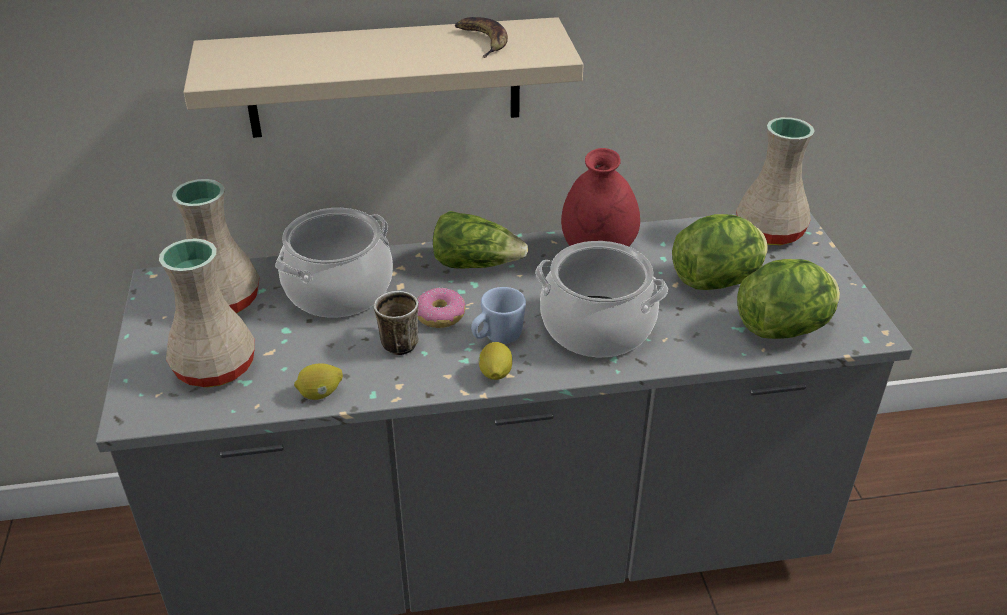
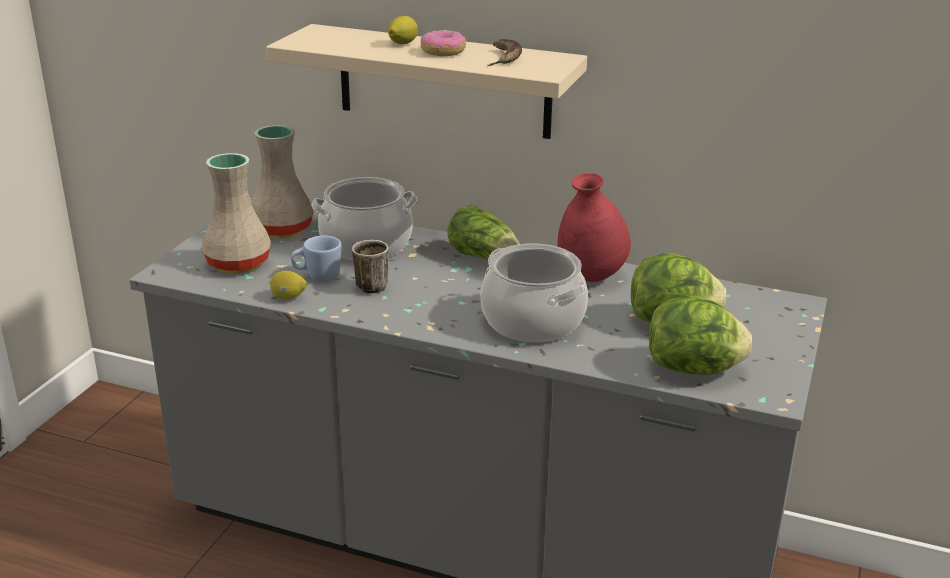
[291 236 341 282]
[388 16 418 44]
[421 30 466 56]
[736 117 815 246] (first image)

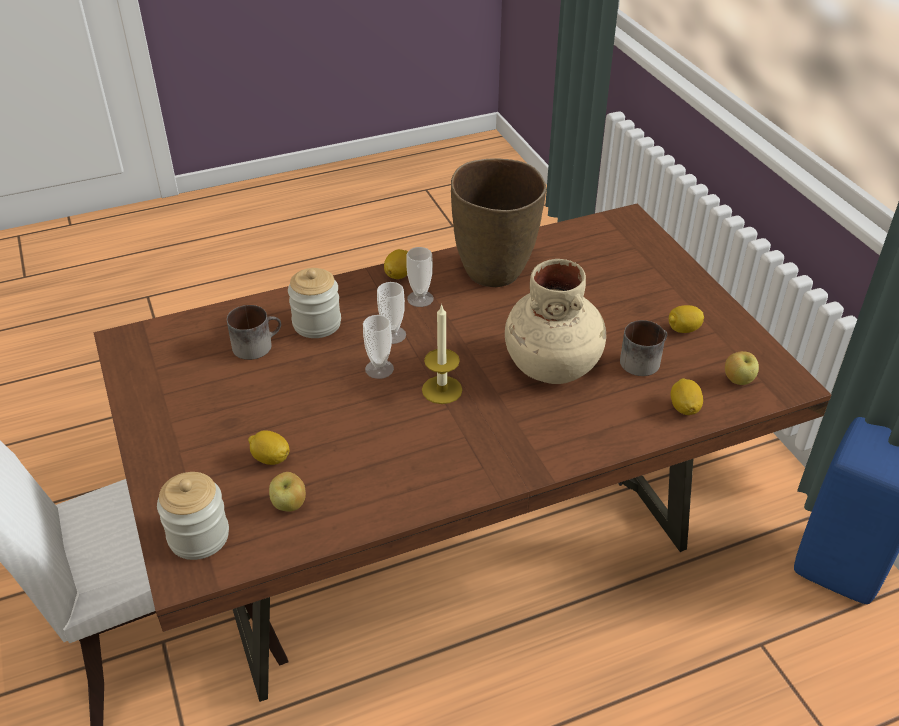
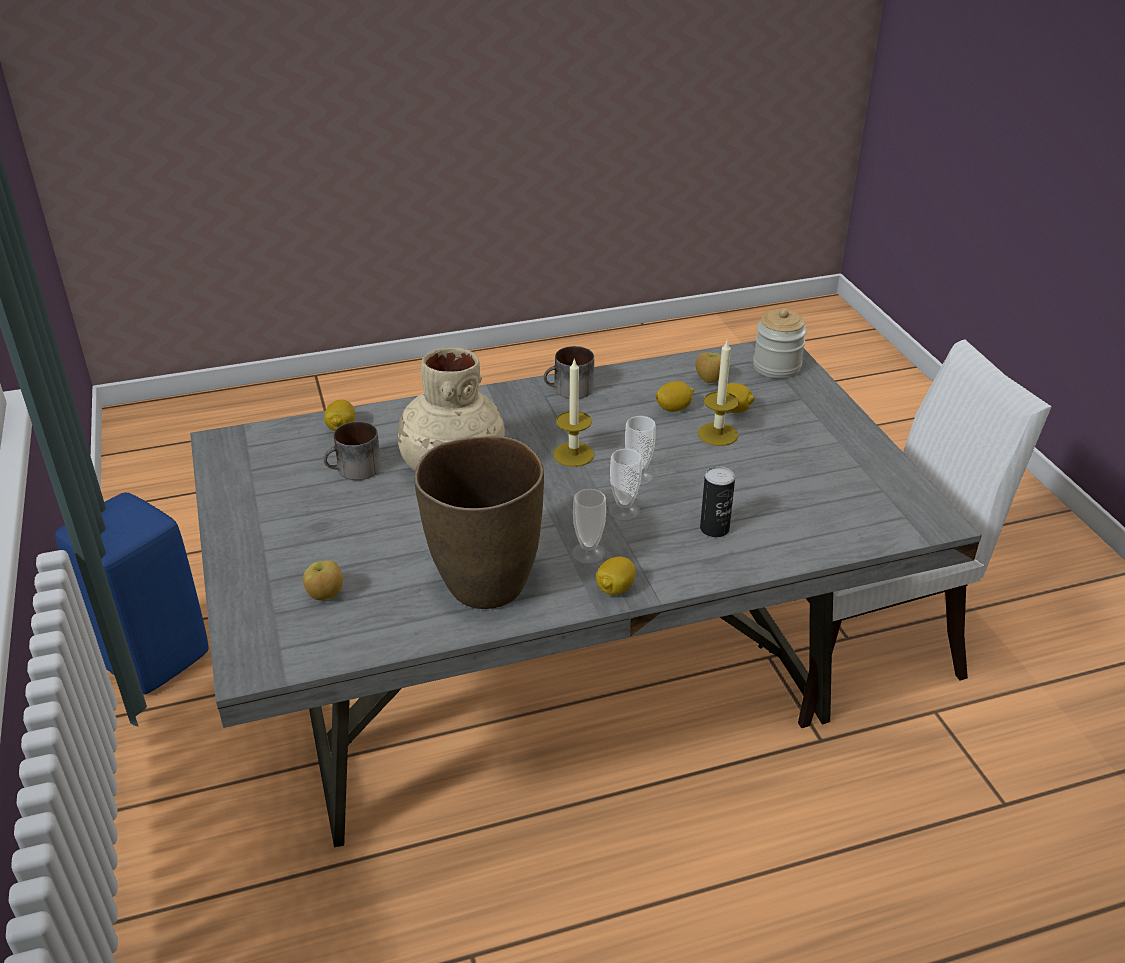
[190 341 982 847]
[303 561 343 600]
[544 346 594 399]
[656 381 694 412]
[698 339 739 446]
[700 466 735 537]

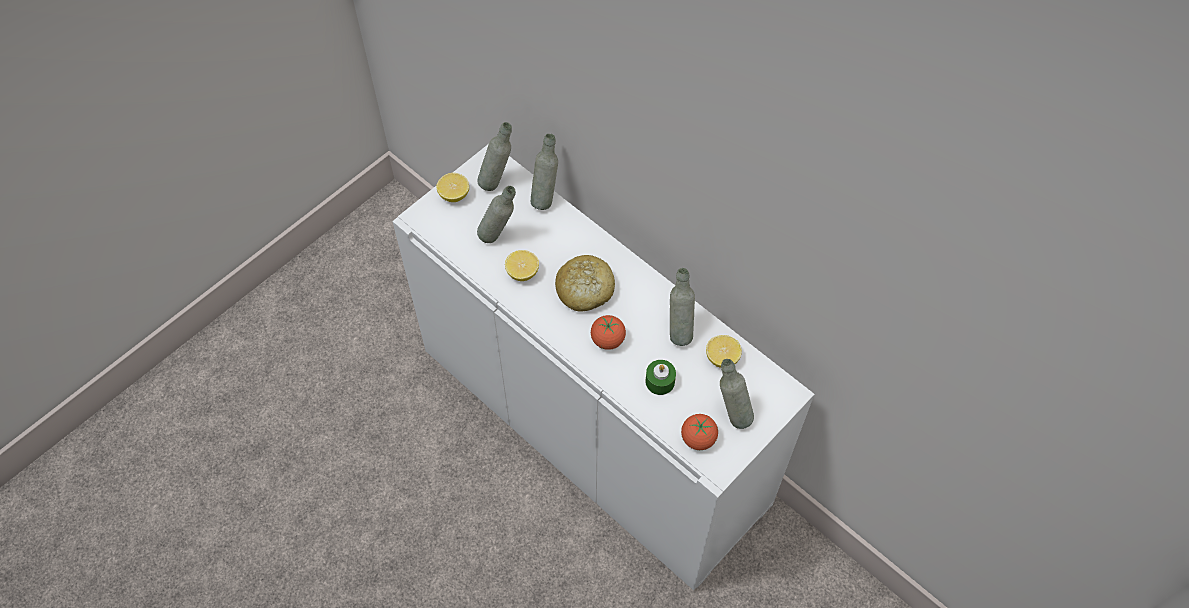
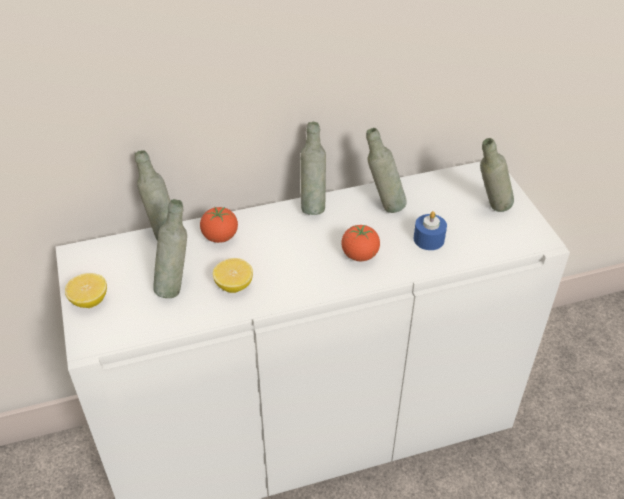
[200 206 238 243]
[300 122 326 215]
[414 211 447 250]
[555 255 615 312] (first image)
[706 335 742 368] (first image)

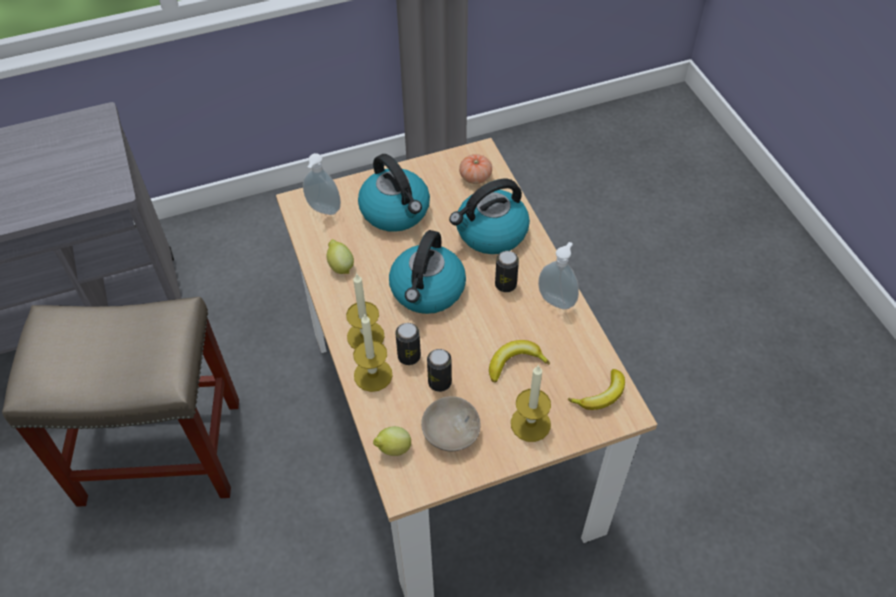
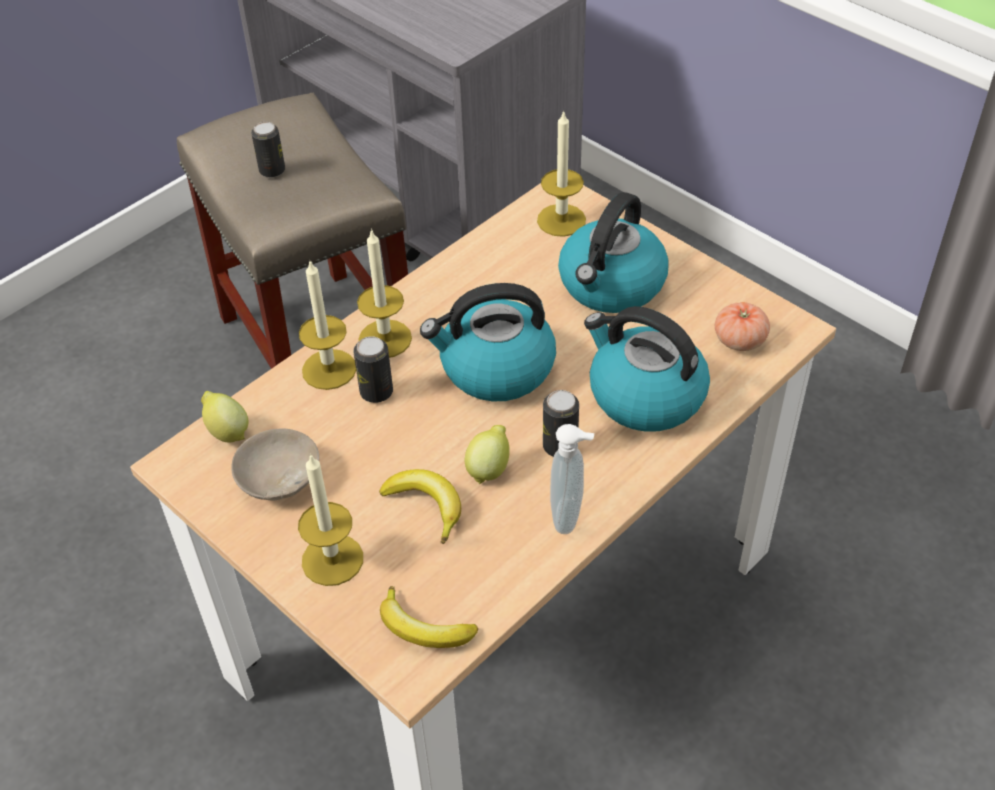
[251 122 285 178]
[464 425 510 484]
[537 110 586 237]

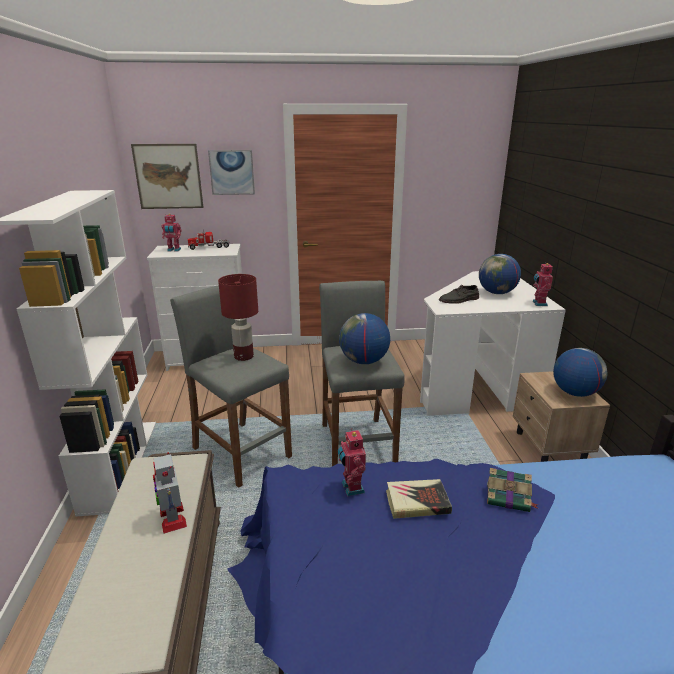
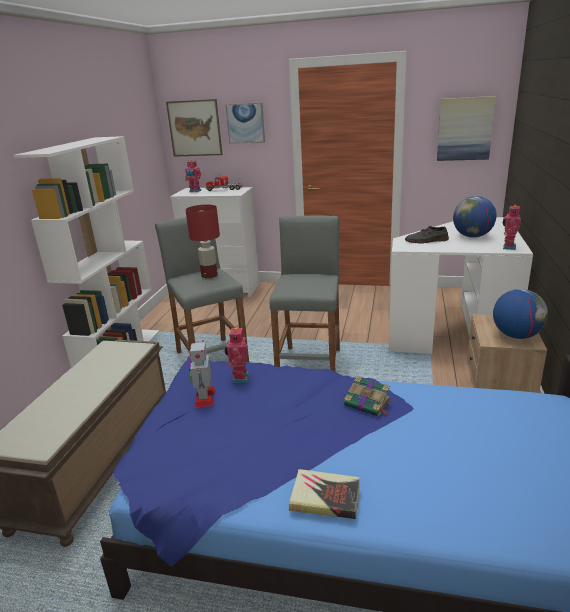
[189 340 215 408]
[289 469 360 519]
[437 96 496 161]
[339 313 390 364] (first image)

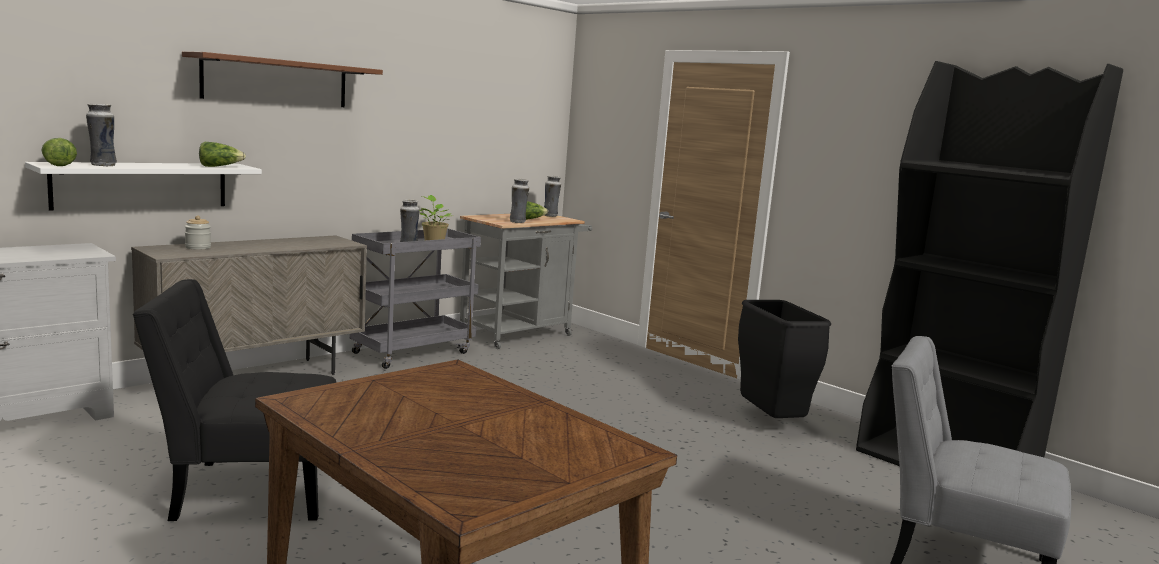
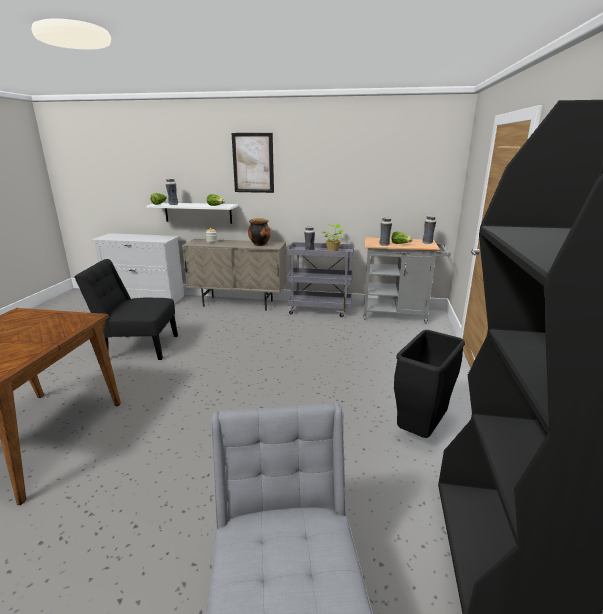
[74 259 178 360]
[232 133 274 193]
[248 218 271 246]

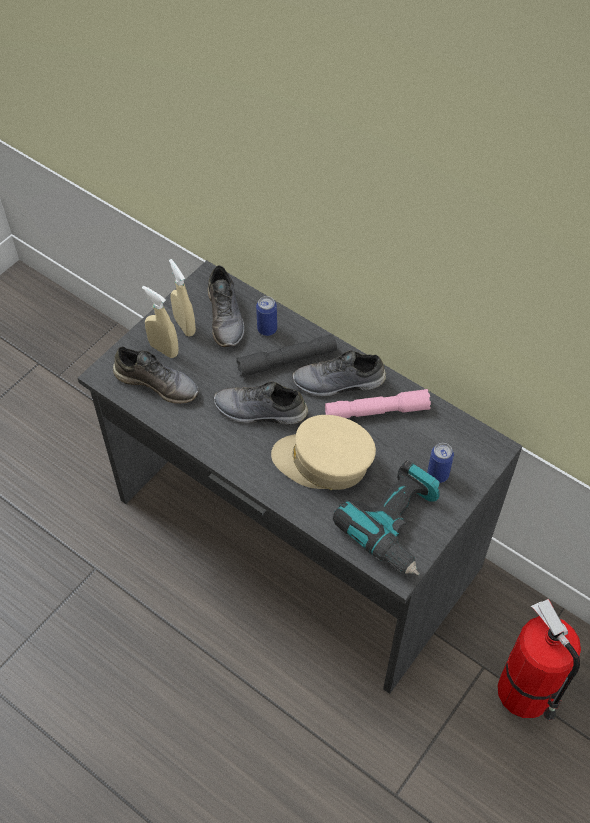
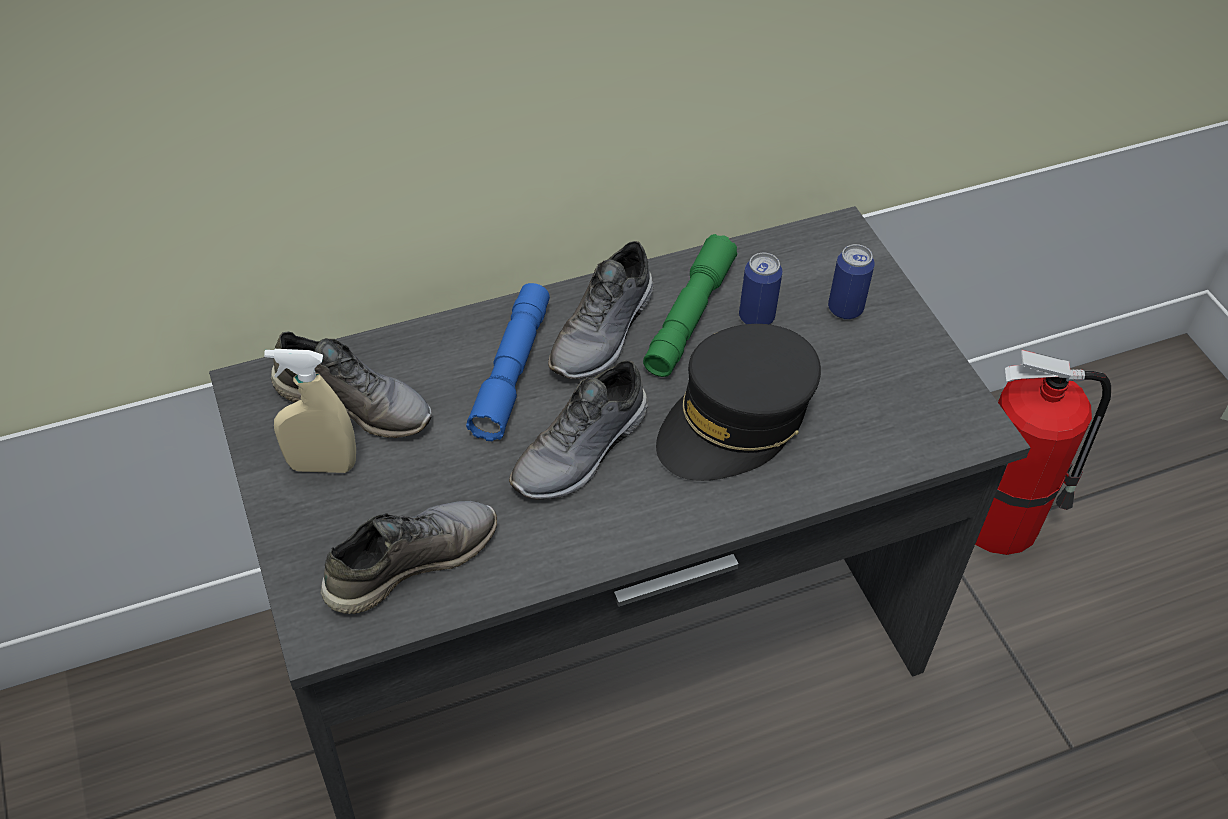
[466 283 550 441]
[643 234 738 377]
[656 324 821 481]
[739 253 782 324]
[142 286 179 358] (first image)
[333 460 440 576] (first image)

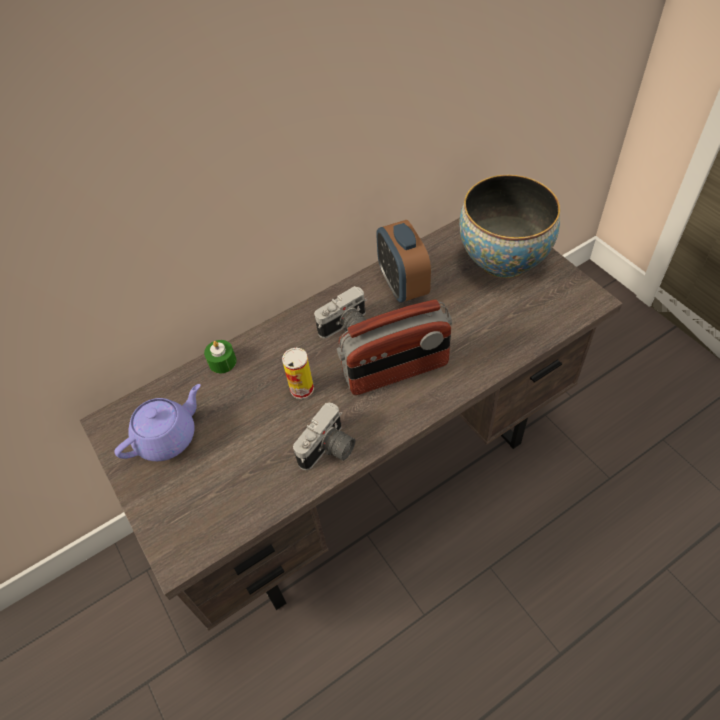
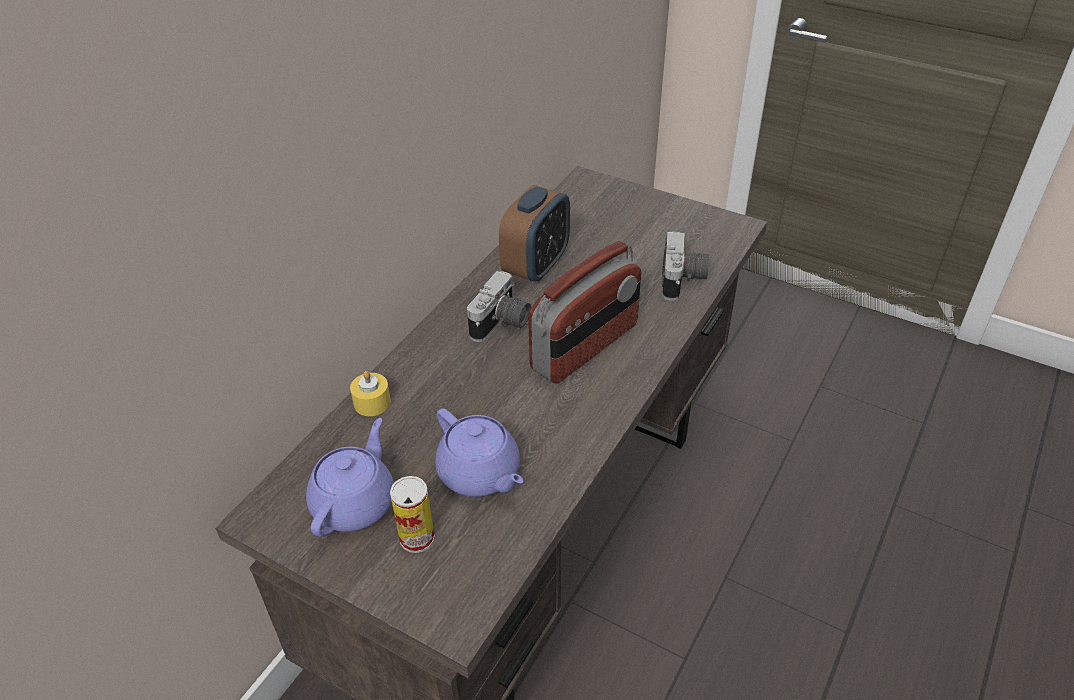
[350 371 391 416]
[390 476 435 553]
[435 408 524 497]
[499 185 570 282]
[661 231 709 301]
[459 175 560 278] (first image)

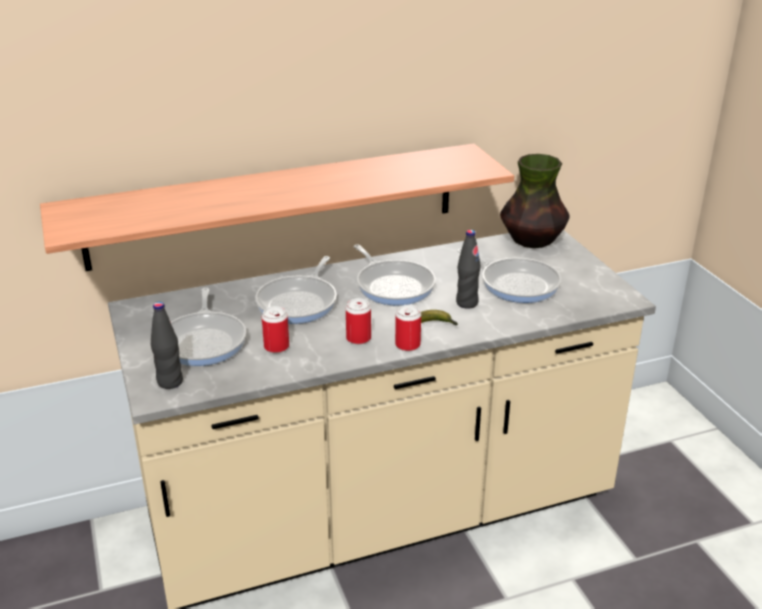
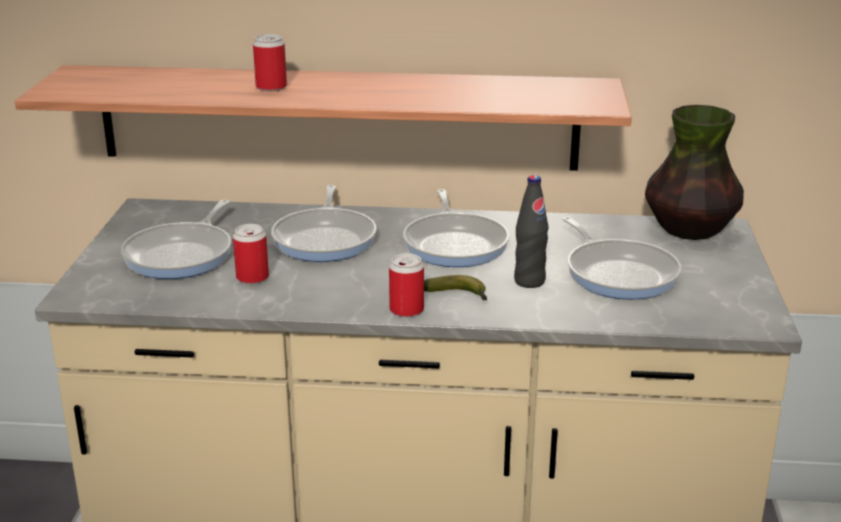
[253 34 287 91]
[271 185 377 262]
[151 302 183 389] (first image)

